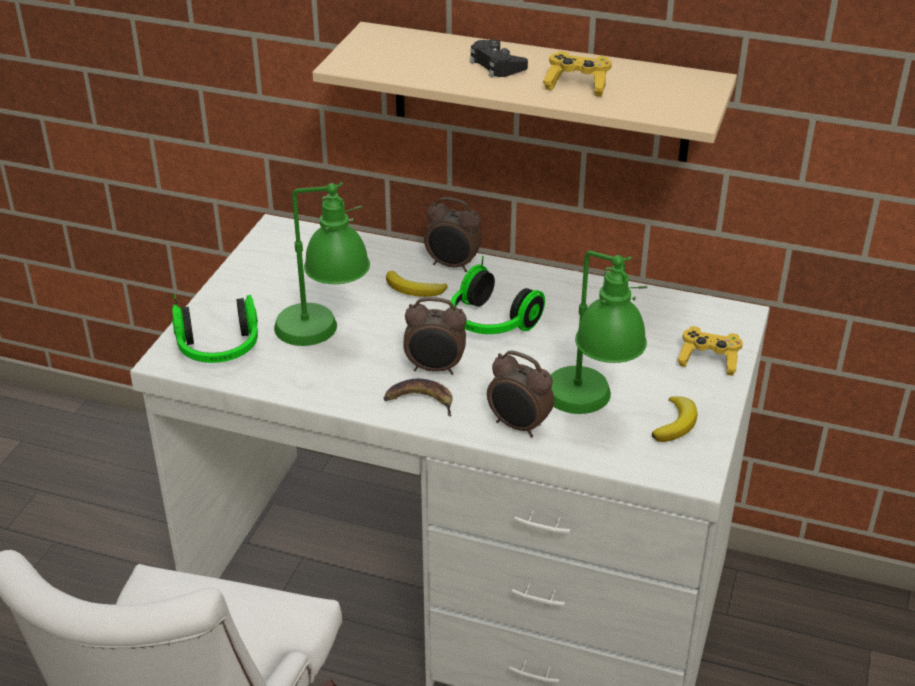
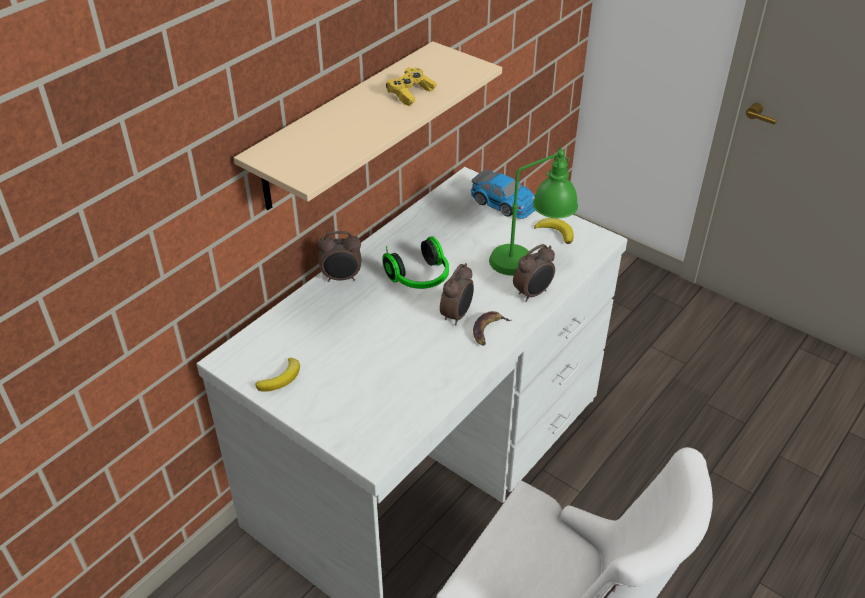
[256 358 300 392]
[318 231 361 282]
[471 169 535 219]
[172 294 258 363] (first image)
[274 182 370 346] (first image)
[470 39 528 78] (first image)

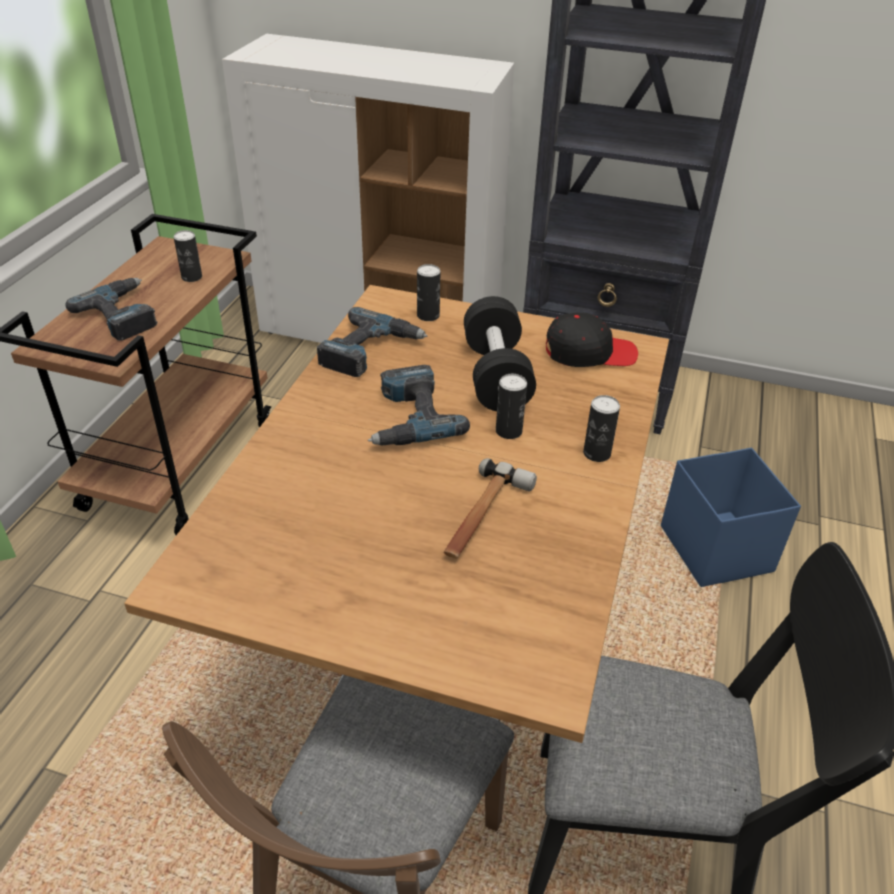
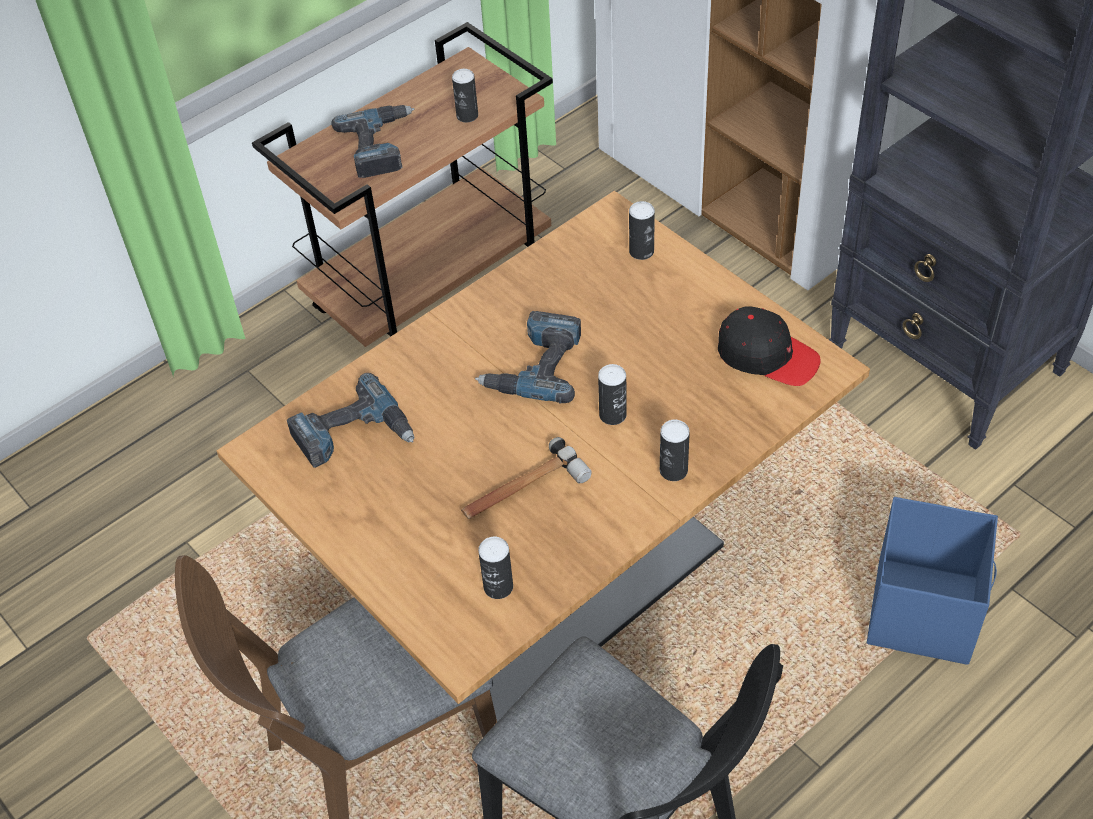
[287 373 414 468]
[478 537 513 599]
[464 296 536 411] (first image)

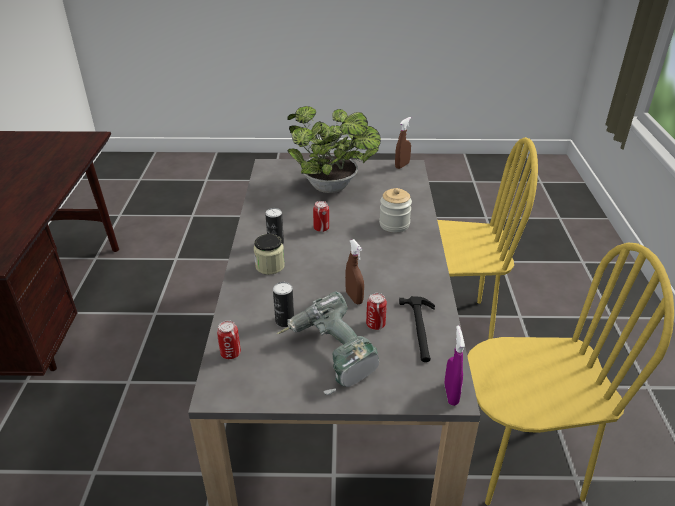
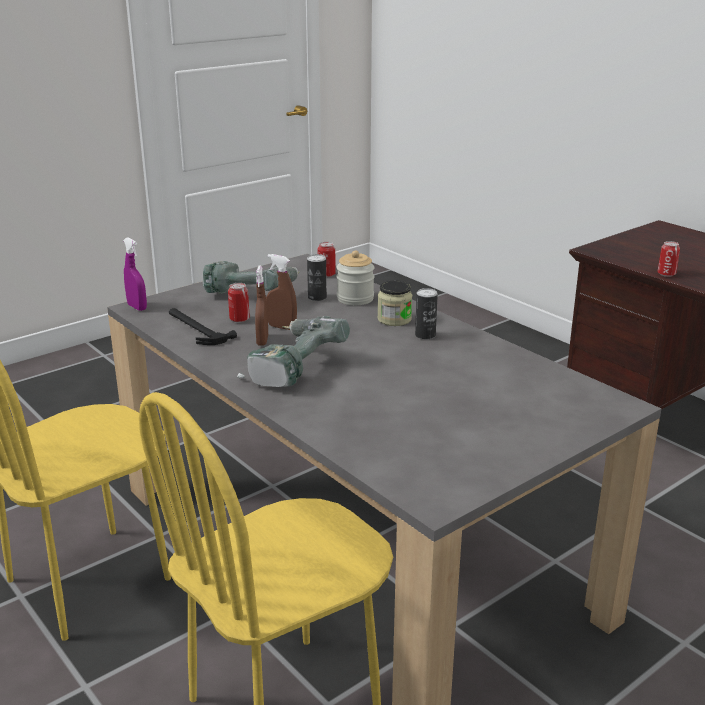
[237 316 350 387]
[255 265 268 346]
[336 250 374 305]
[658 241 680 277]
[287 106 381 193] (first image)

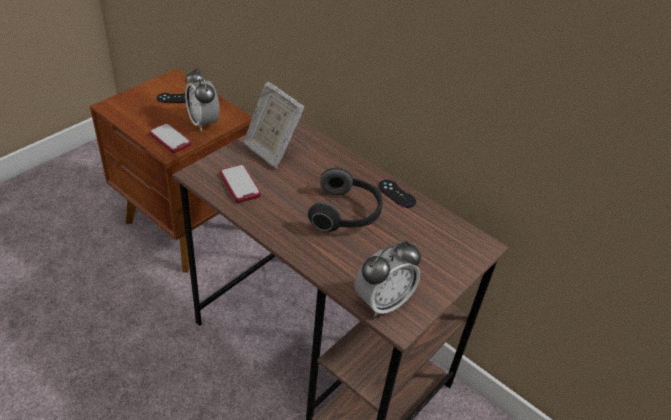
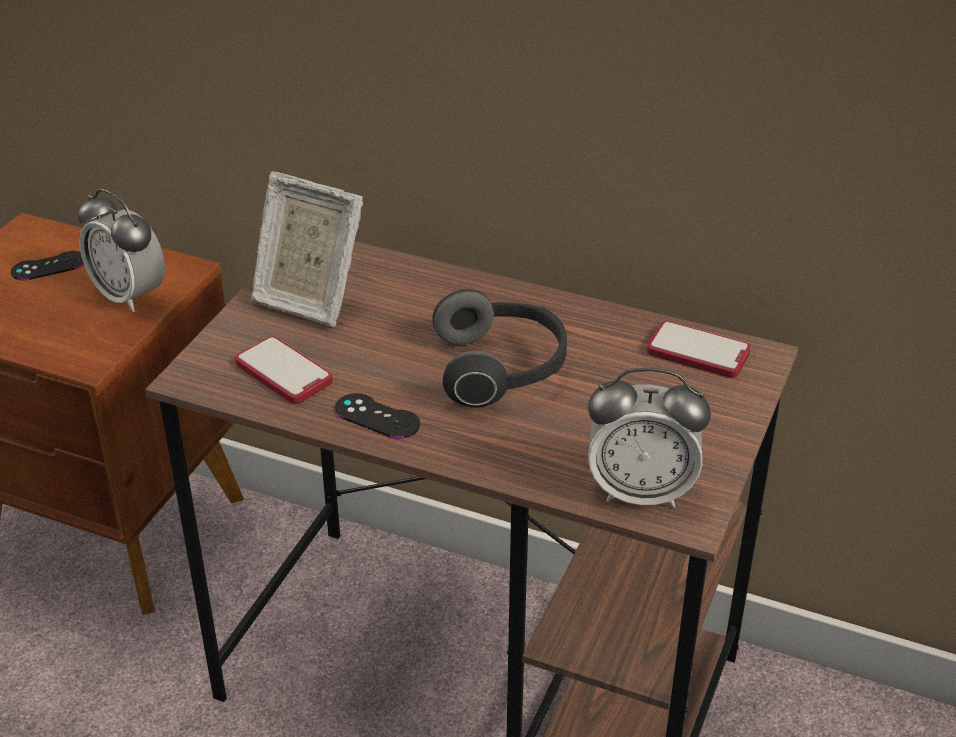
[335 393 420 439]
[588 368 711 508]
[647 321 751 378]

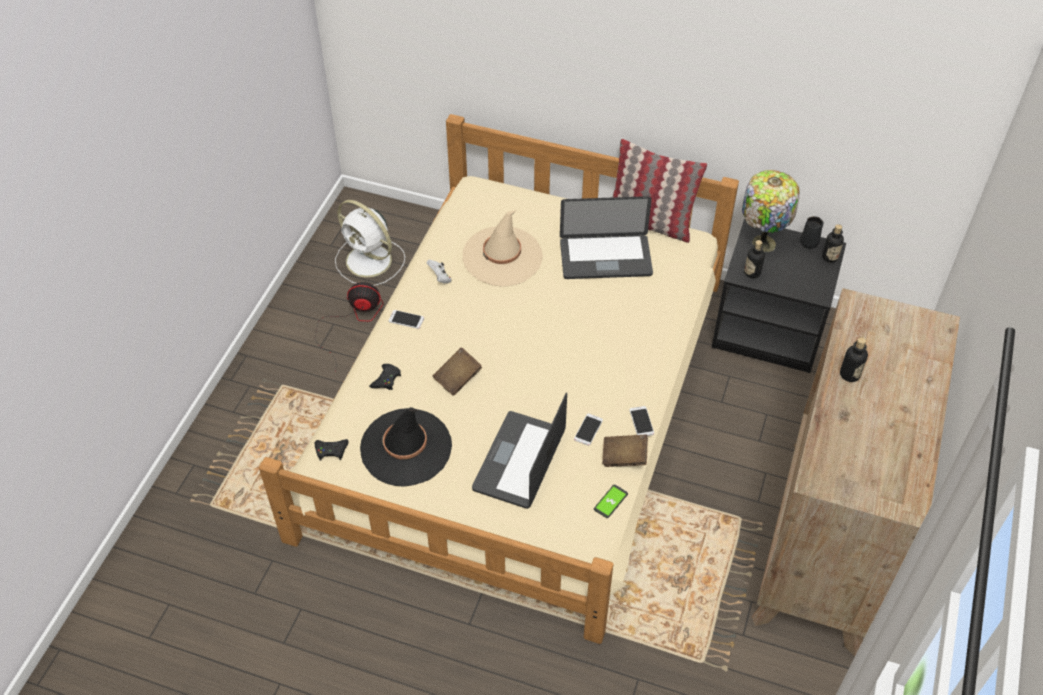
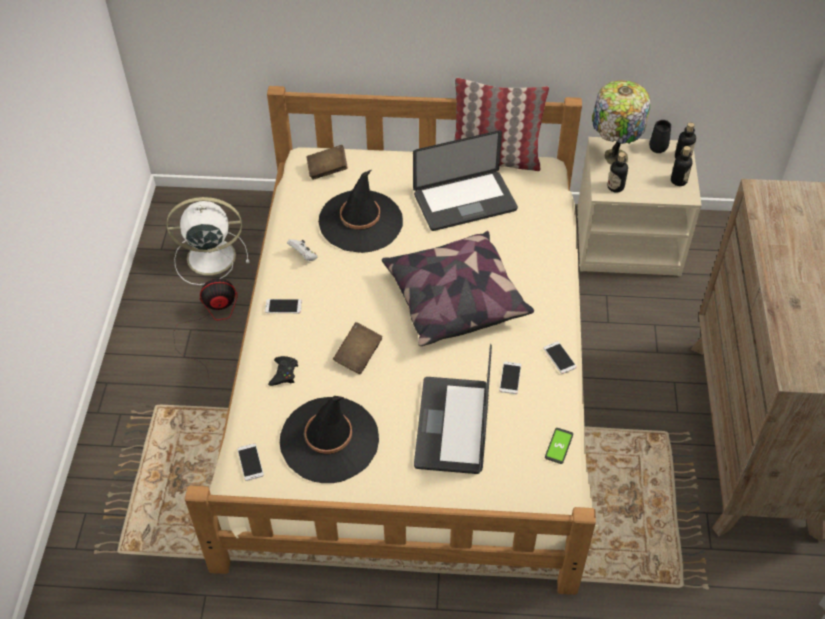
[167 197 249 285]
[237 443 264 481]
[307 145 348 180]
[318 170 403 253]
[382 231 534 346]
[577 137 702 276]
[671 146 693 186]

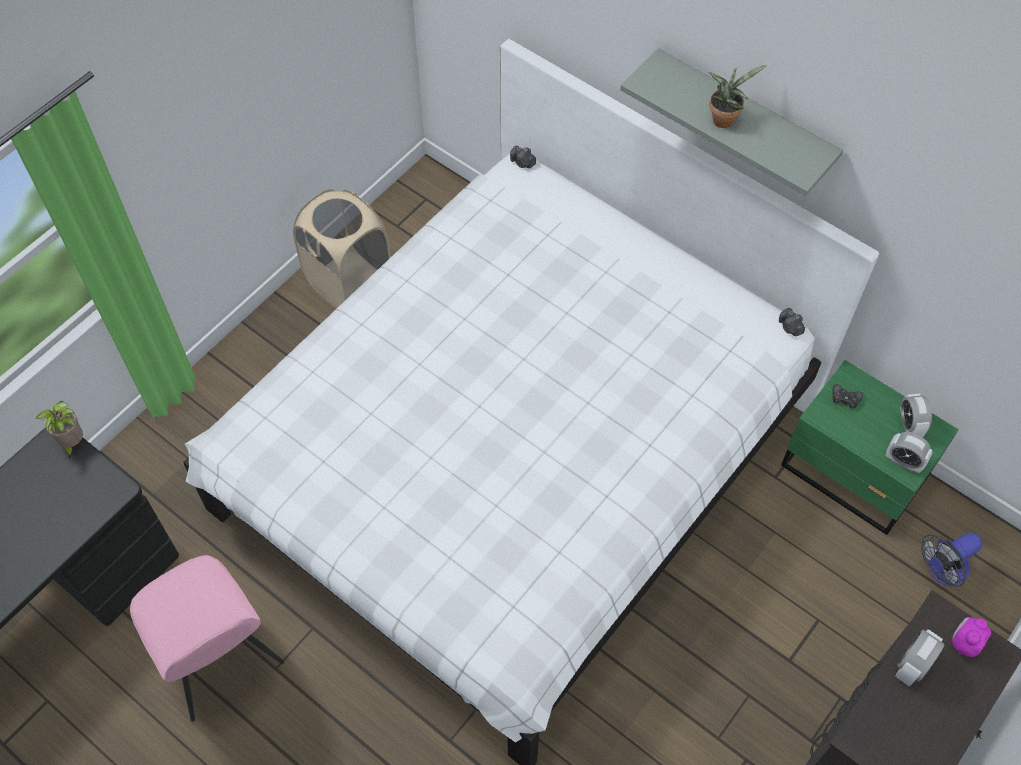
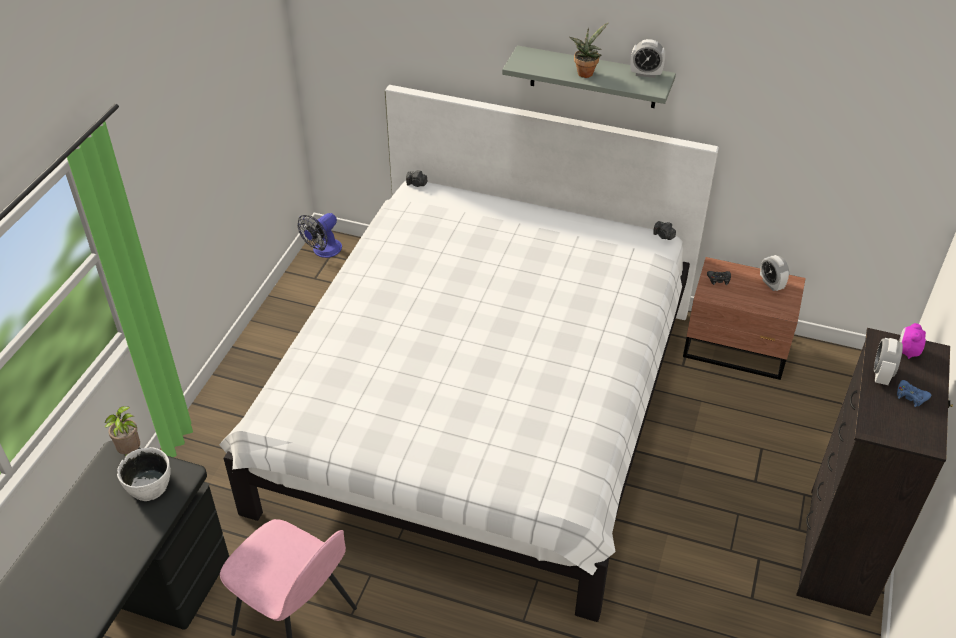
[117 447 171 501]
[298 213 342 258]
[631 39 666 78]
[683 257 806 380]
[897 380 931 407]
[293 189 391 309] (first image)

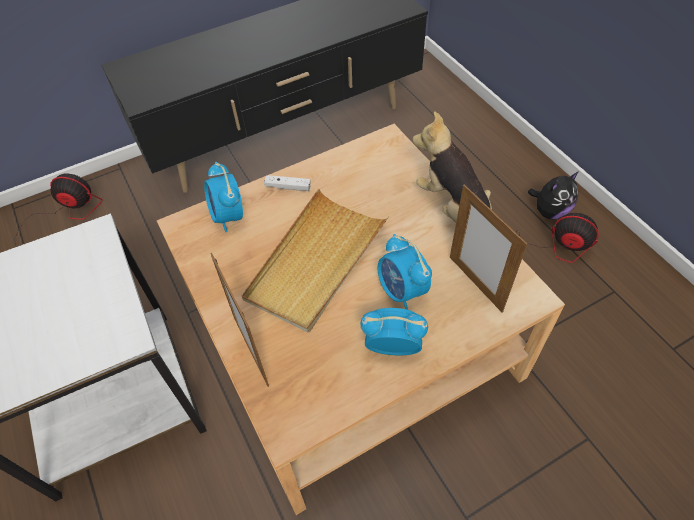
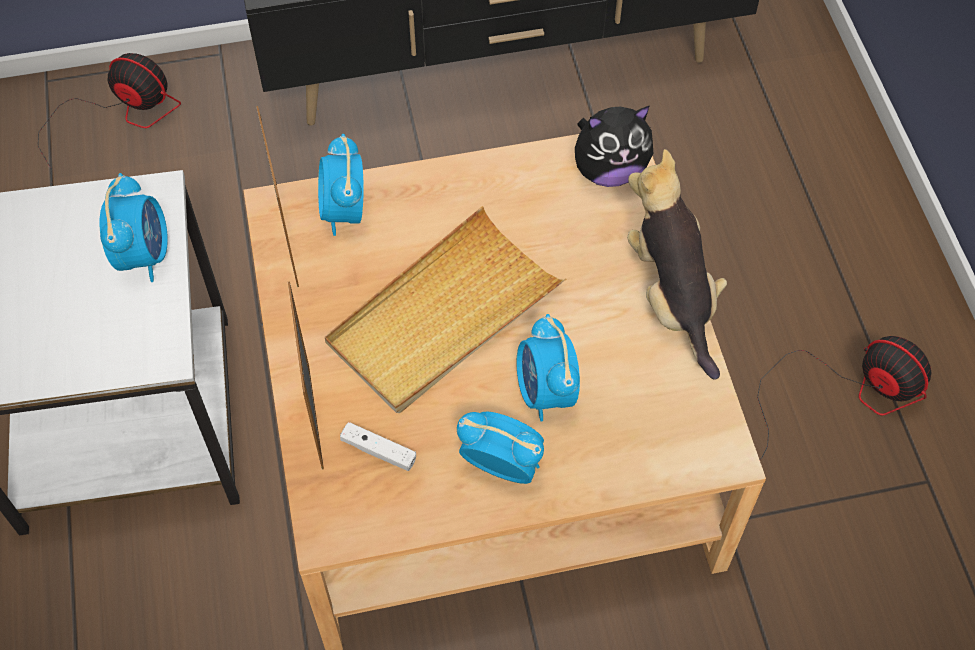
[100 173 168 282]
[256 106 299 287]
[340 422 416 471]
[575 106 653 187]

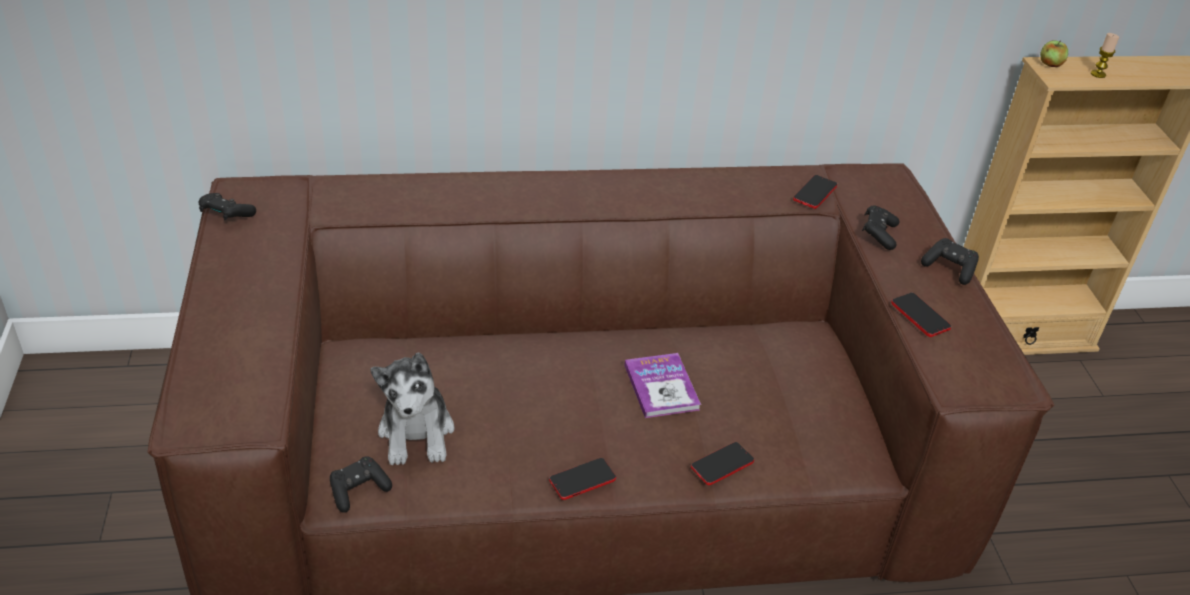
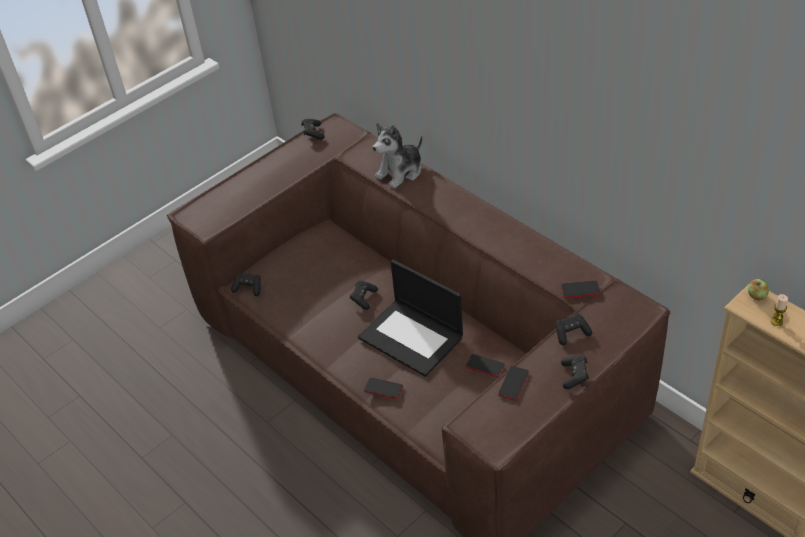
[350 281 378 310]
[358 259 463 377]
[373 123 422 188]
[466 354 505 377]

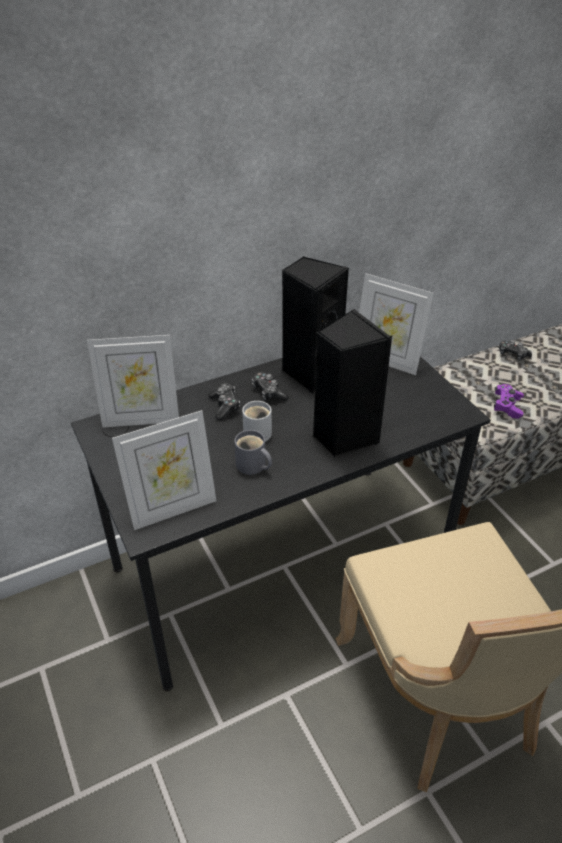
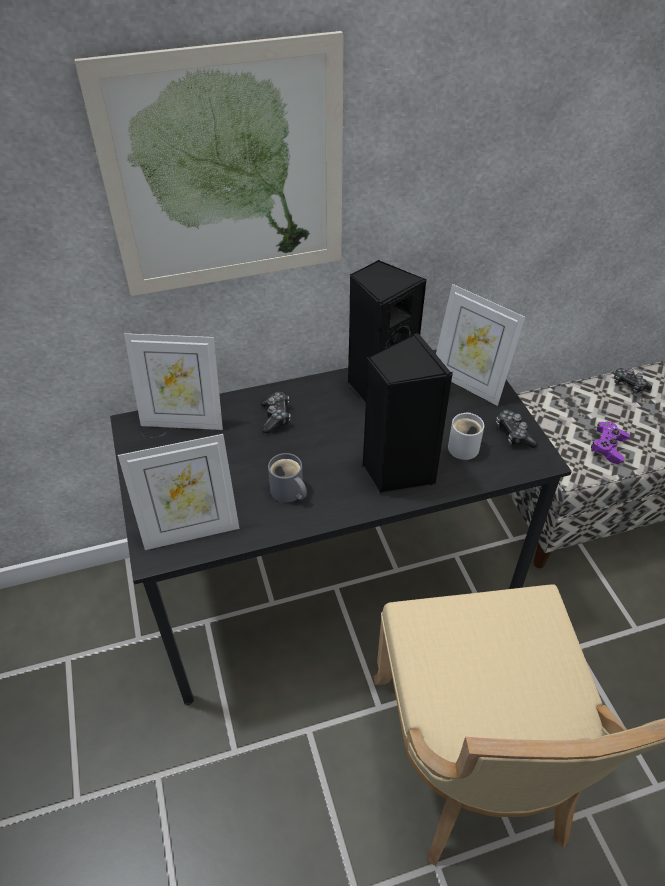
[75 31 344 296]
[448 412 484 460]
[496 410 538 448]

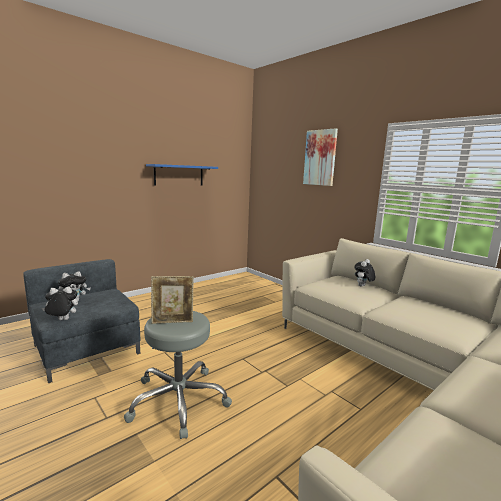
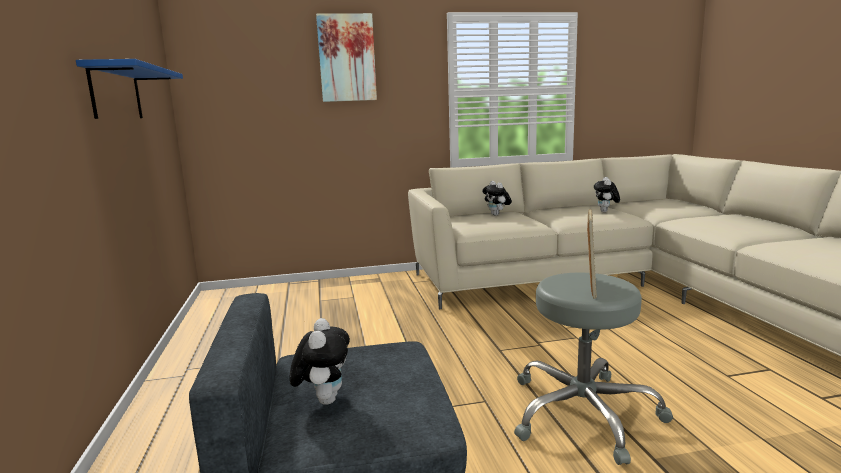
[594 177 620 212]

